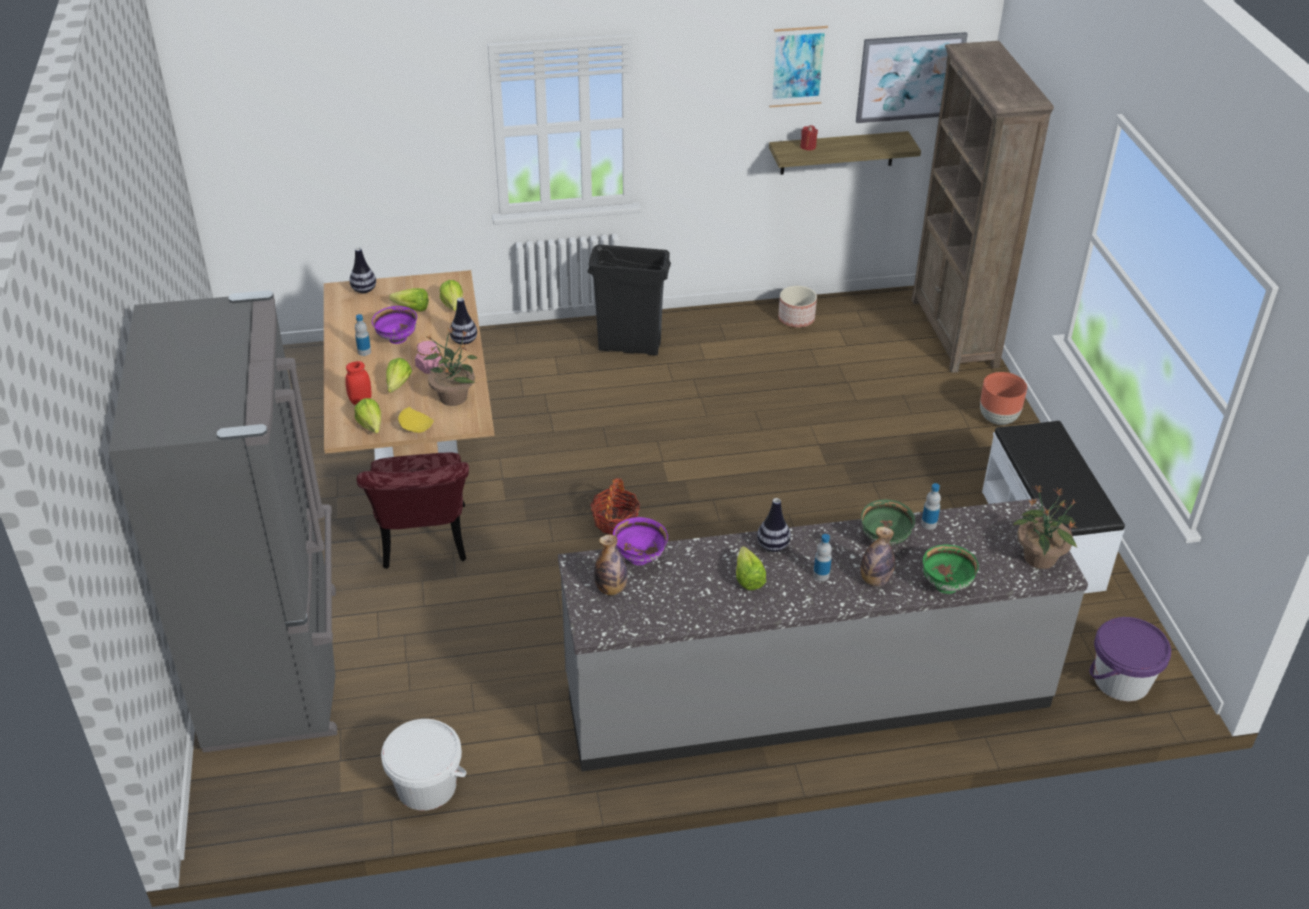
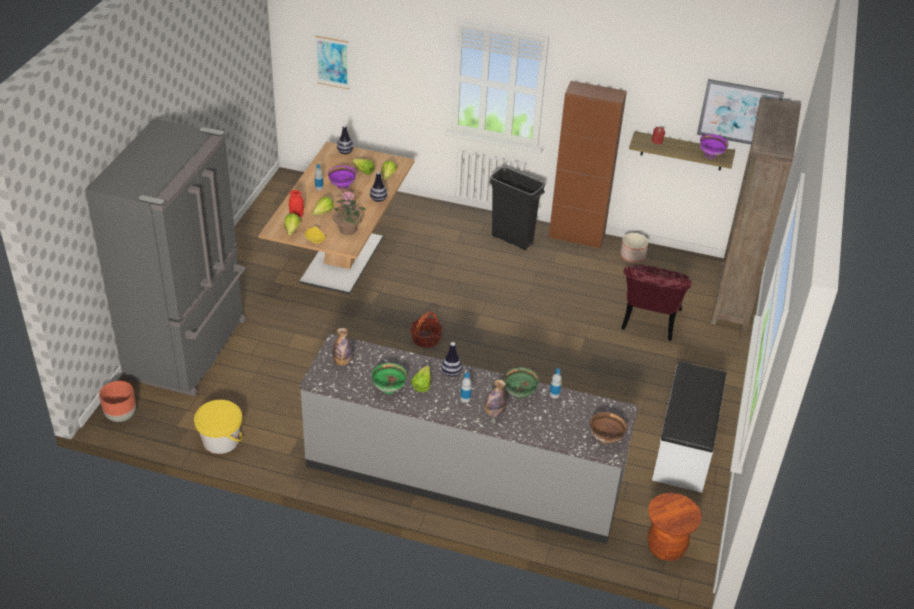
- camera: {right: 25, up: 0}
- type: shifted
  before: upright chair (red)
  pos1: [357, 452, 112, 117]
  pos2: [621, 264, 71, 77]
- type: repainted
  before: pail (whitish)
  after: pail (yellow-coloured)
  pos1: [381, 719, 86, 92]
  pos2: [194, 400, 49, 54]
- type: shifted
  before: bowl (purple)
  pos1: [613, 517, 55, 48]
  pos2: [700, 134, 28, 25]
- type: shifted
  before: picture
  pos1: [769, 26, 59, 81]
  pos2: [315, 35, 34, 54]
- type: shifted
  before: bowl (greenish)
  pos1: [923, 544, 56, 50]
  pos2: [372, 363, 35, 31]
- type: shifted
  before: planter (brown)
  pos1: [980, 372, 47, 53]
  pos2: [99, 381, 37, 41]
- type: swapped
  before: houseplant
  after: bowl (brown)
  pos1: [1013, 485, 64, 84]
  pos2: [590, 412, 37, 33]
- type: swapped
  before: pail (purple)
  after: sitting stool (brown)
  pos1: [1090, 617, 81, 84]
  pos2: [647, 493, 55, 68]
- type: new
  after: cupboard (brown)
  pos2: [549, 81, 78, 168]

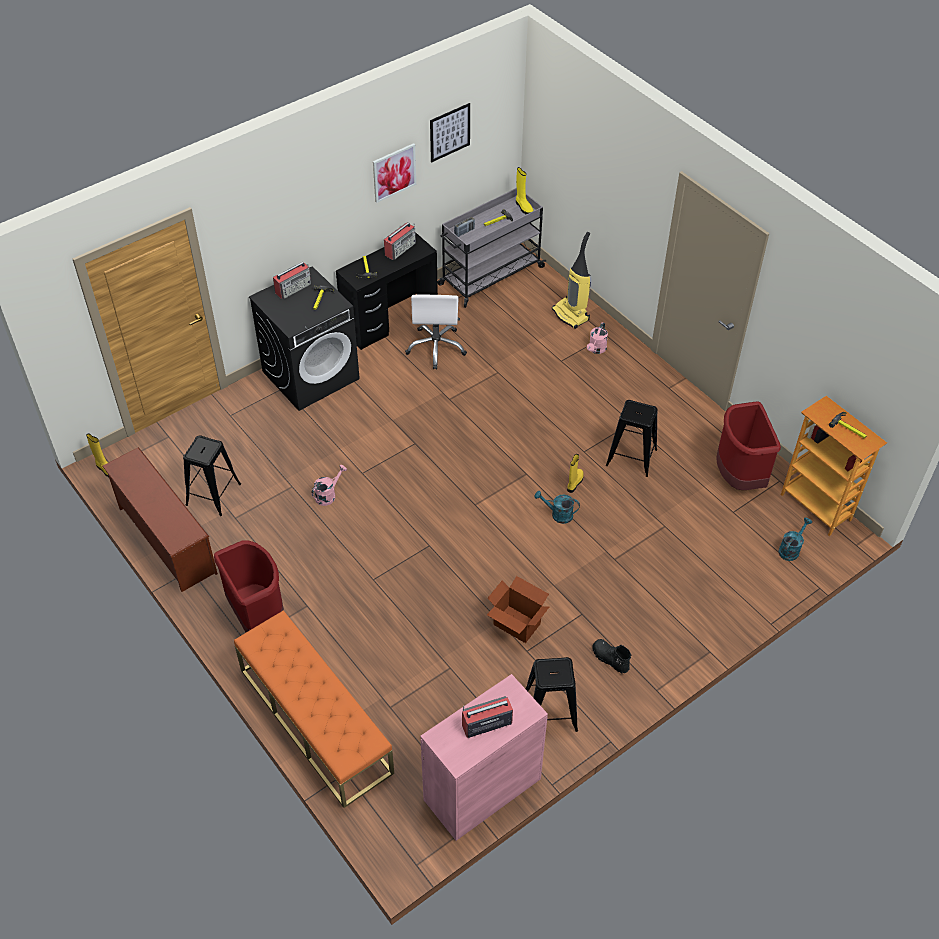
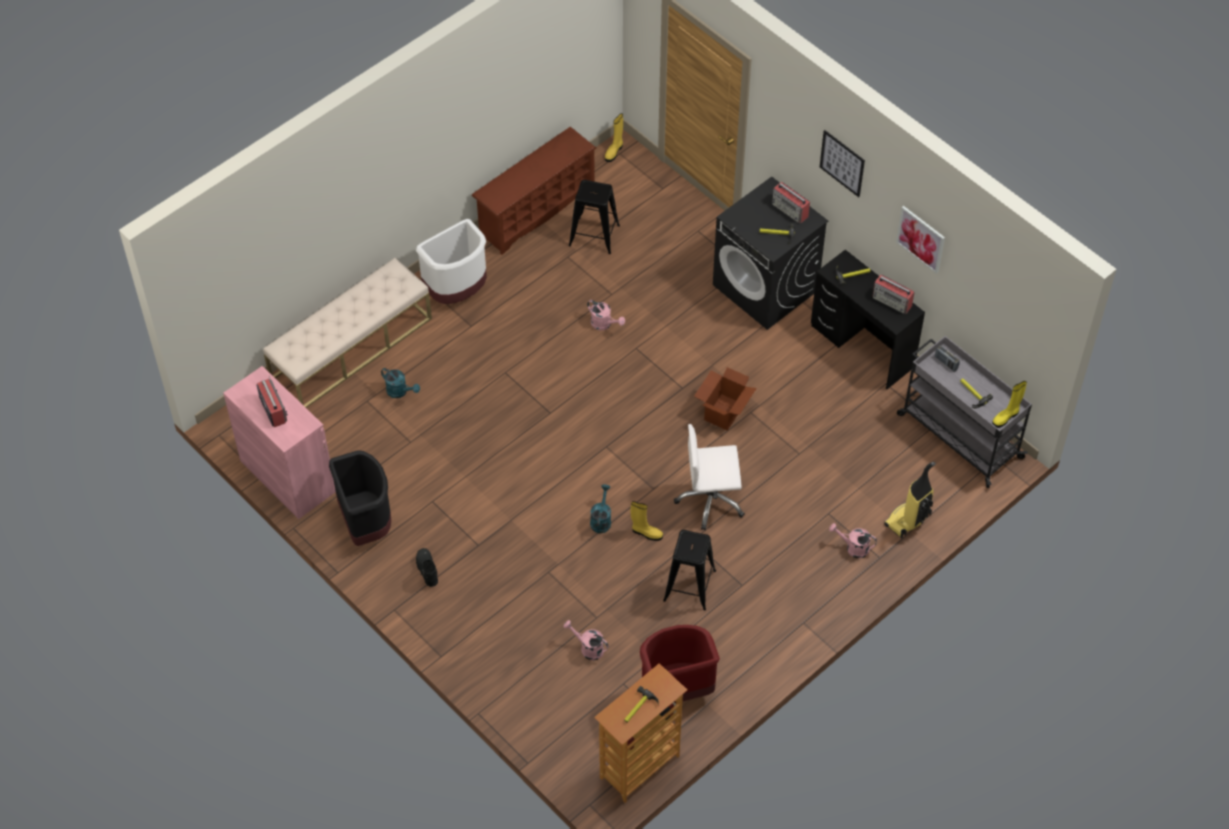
- camera: {right: 85, up: 5}
- type: repainted
  before: waste bin (red)
  after: waste bin (whitish)
  pos1: [214, 540, 70, 92]
  pos2: [416, 219, 71, 85]
- type: repainted
  before: bench (orangey)
  after: bench (beige-coloured)
  pos1: [234, 611, 160, 197]
  pos2: [263, 258, 169, 150]
- type: shifted
  before: office chair (whitish)
  pos1: [405, 295, 62, 74]
  pos2: [674, 424, 71, 106]
- type: shifted
  before: picture
  pos1: [430, 103, 40, 59]
  pos2: [820, 130, 45, 67]
- type: shifted
  before: packing box
  pos1: [487, 576, 62, 67]
  pos2: [694, 367, 63, 64]
- type: swapped
  before: sitting stool (black)
  after: waste bin (black)
  pos1: [526, 657, 52, 75]
  pos2: [329, 450, 62, 96]
- type: rotated
  before: tall boot (black)
  pos1: [593, 639, 39, 34]
  pos2: [416, 548, 22, 39]
  turn: -60
- type: shifted
  before: watering can (turquoise)
  pos1: [778, 518, 34, 43]
  pos2: [381, 368, 39, 30]
- type: new
  after: watering can (pink)
  pos2: [563, 620, 46, 40]

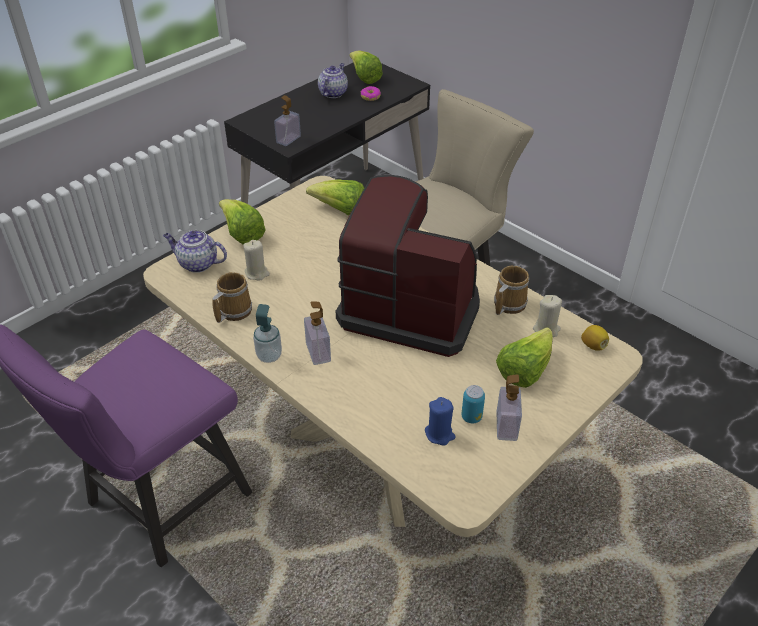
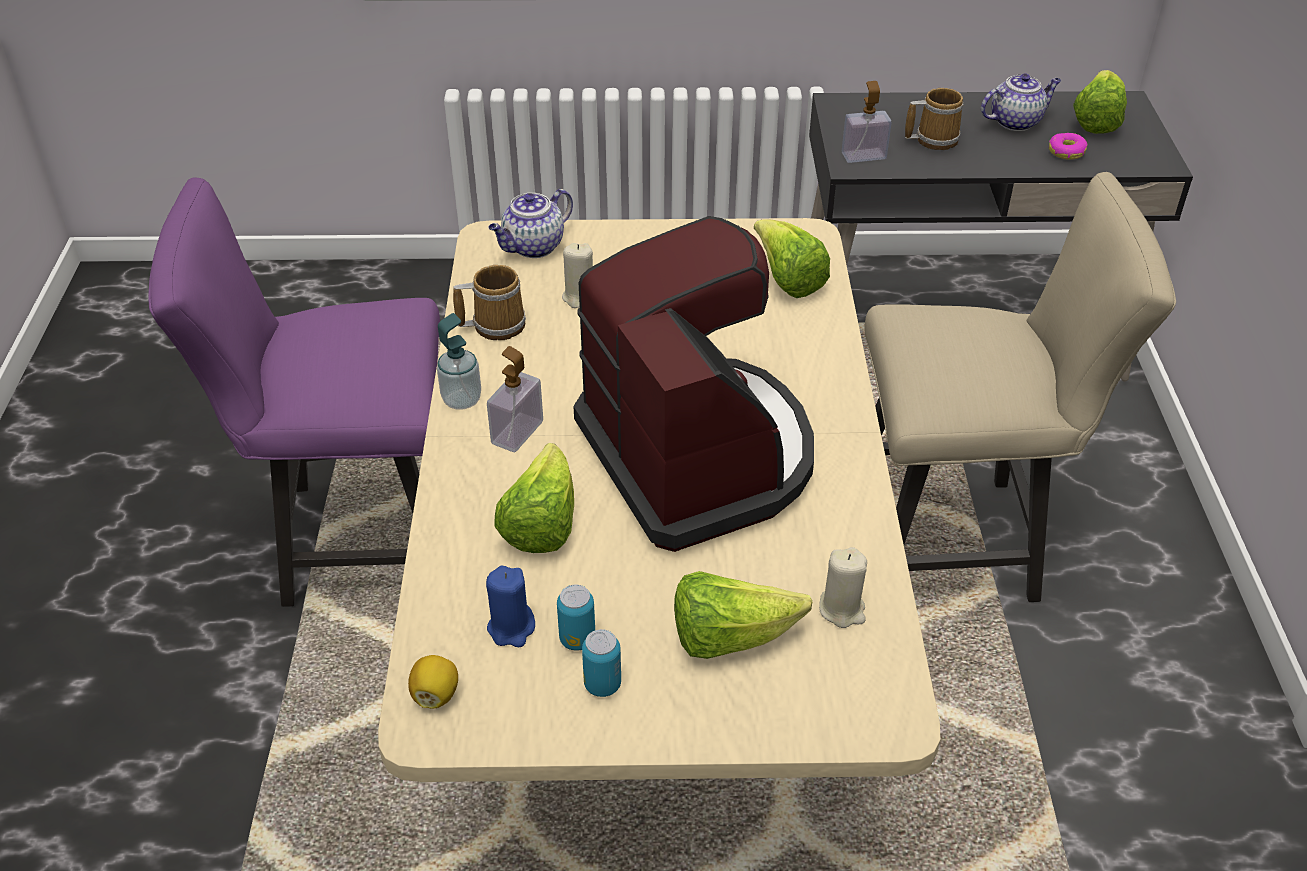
- camera: {right: 45, up: 0}
- type: rotated
  before: tea pot
  pos1: [163, 230, 64, 43]
  pos2: [488, 189, 85, 69]
  turn: -105
- type: shifted
  before: head of lettuce
  pos1: [219, 199, 47, 46]
  pos2: [494, 443, 80, 110]
- type: shifted
  before: tea mug
  pos1: [494, 266, 35, 49]
  pos2: [905, 88, 59, 62]
- type: swapped
  before: liquid soap bottle
  after: sealed can
  pos1: [497, 374, 25, 67]
  pos2: [582, 629, 39, 68]
- type: shifted
  before: lemon
  pos1: [581, 325, 28, 26]
  pos2: [408, 655, 50, 54]

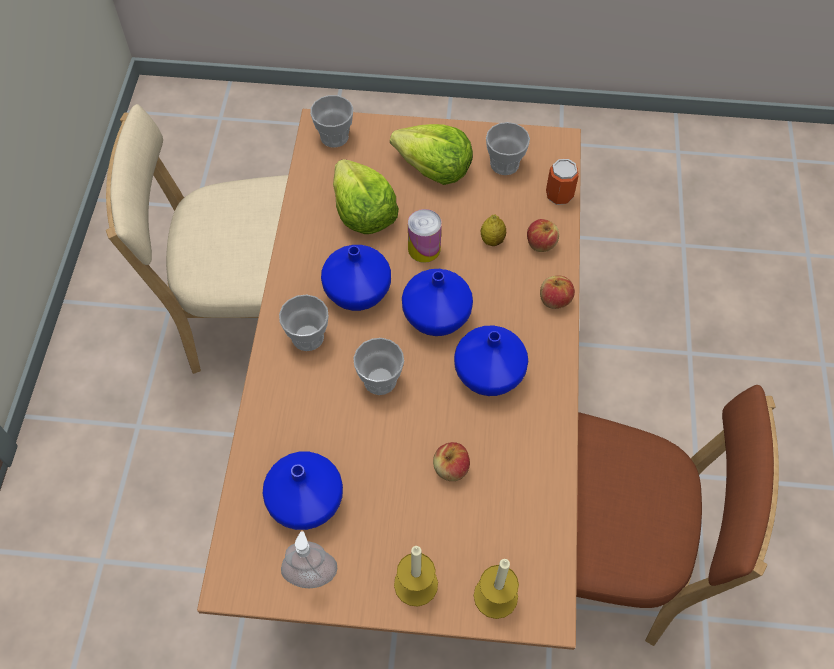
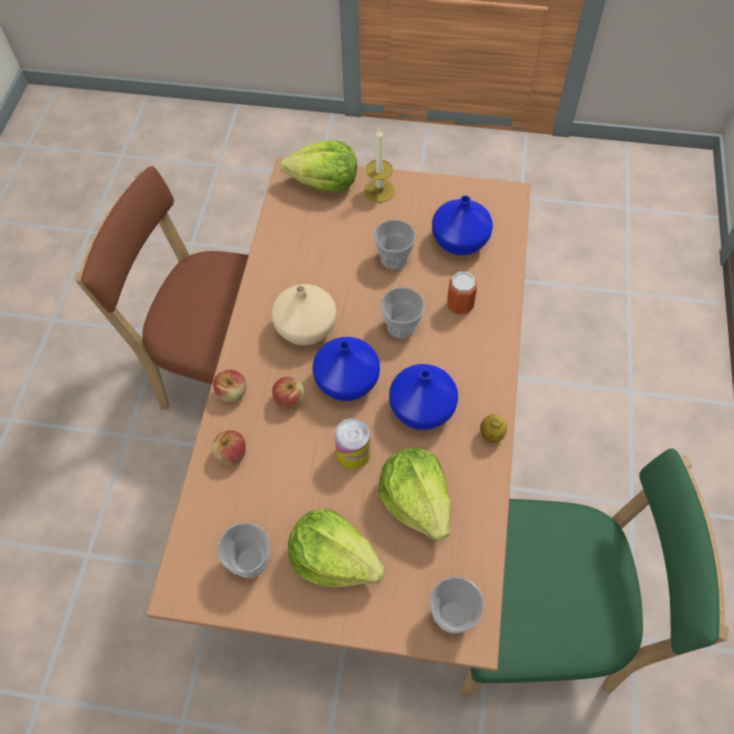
- camera: {right: -175, up: 0}
- type: repainted
  before: upright chair (beige-coloured)
  after: upright chair (greenish)
  pos1: [106, 104, 182, 270]
  pos2: [460, 448, 269, 249]
- type: shifted
  before: cup
  pos1: [279, 295, 50, 56]
  pos2: [374, 220, 42, 50]
- type: gone
  before: liquid soap bottle
  pos1: [281, 532, 56, 56]
- type: shifted
  before: apple
  pos1: [433, 442, 37, 39]
  pos2: [272, 377, 32, 32]
- type: repainted
  before: decorative vase (blue-coloured)
  after: decorative vase (beige-coloured)
  pos1: [454, 326, 74, 70]
  pos2: [271, 284, 65, 61]
- type: swapped
  before: wax light
  after: head of lettuce
  pos1: [474, 559, 45, 60]
  pos2: [280, 140, 77, 53]
- type: shifted
  before: lemon
  pos1: [481, 214, 25, 32]
  pos2: [480, 414, 27, 29]
- type: shifted
  before: sealed can
  pos1: [546, 159, 33, 46]
  pos2: [447, 272, 30, 43]

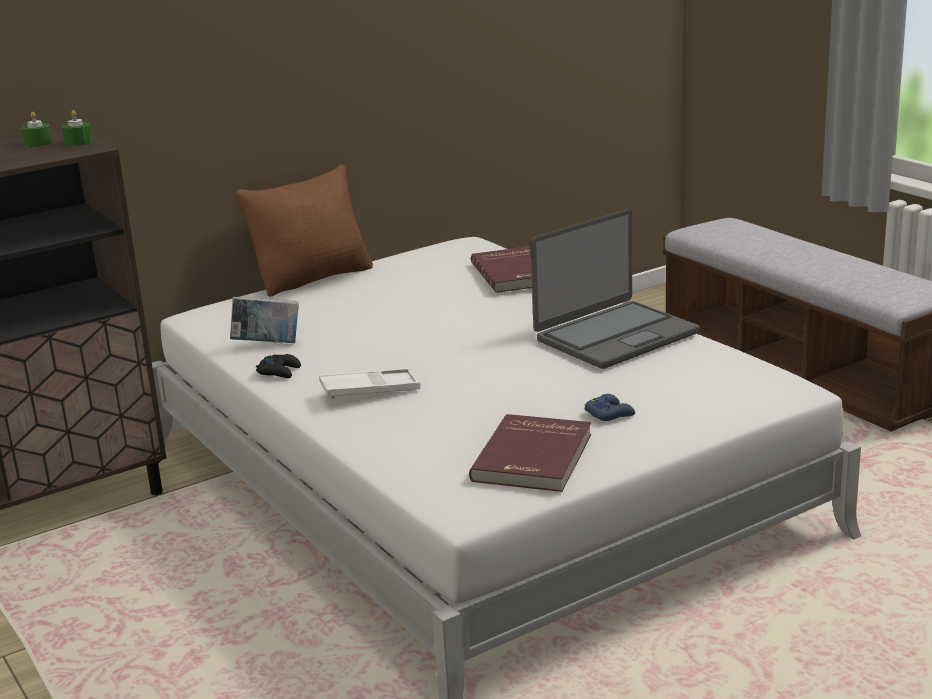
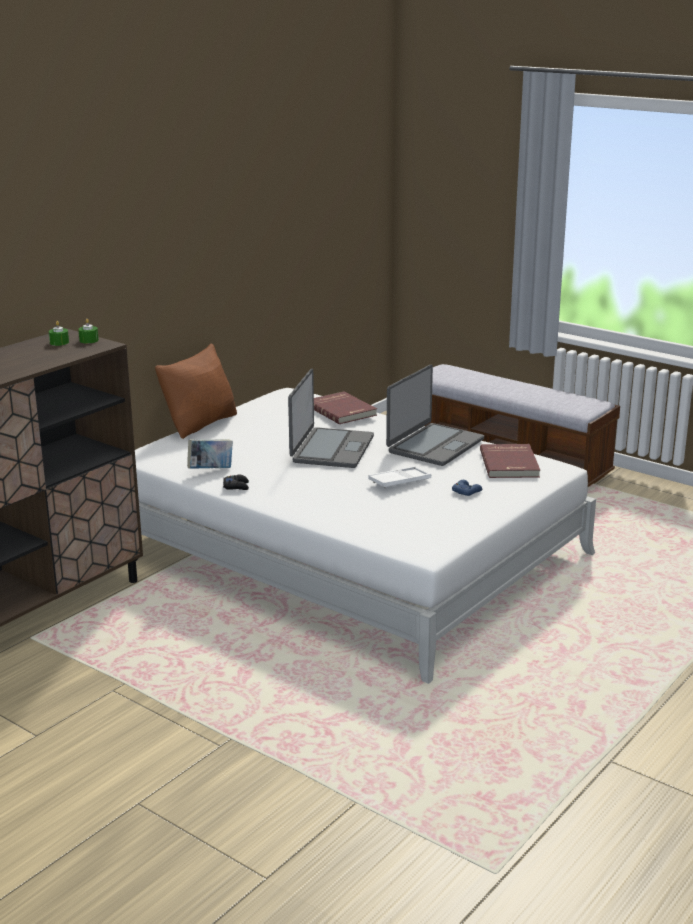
- camera: {right: -20, up: 0}
- type: shifted
  before: serving tray (whitish)
  pos1: [319, 368, 101, 31]
  pos2: [369, 466, 62, 23]
- type: shifted
  before: volume (red)
  pos1: [469, 414, 122, 78]
  pos2: [480, 444, 60, 34]
- type: new
  after: notebook computer
  pos2: [288, 369, 86, 99]

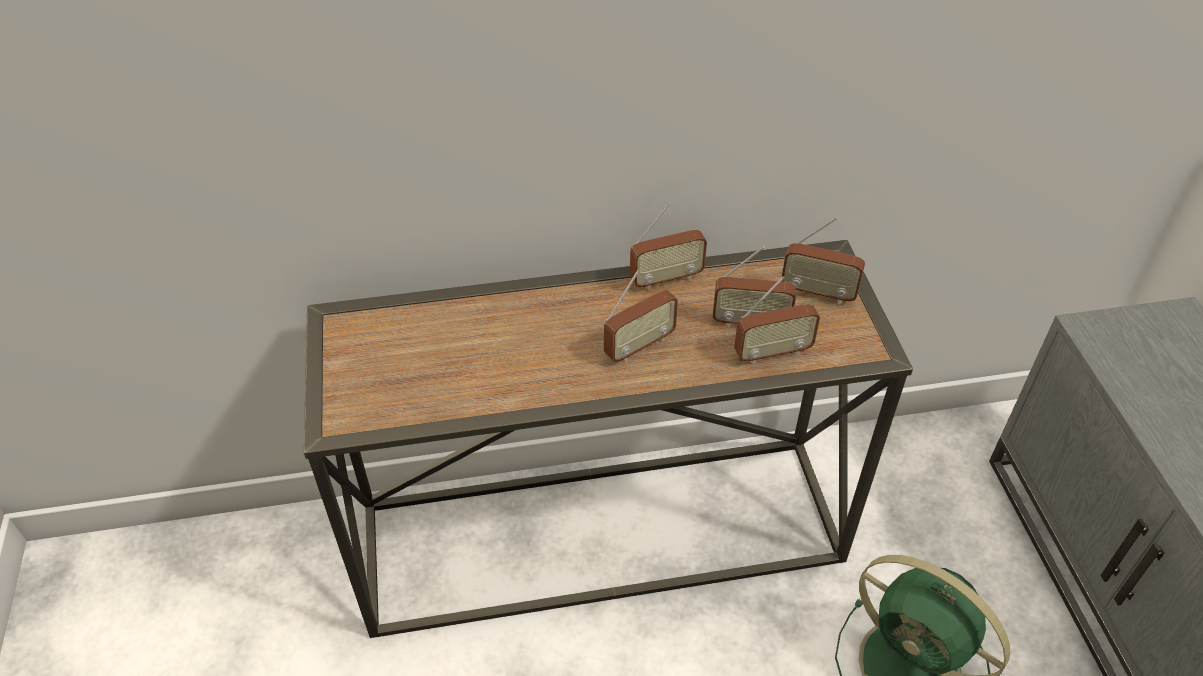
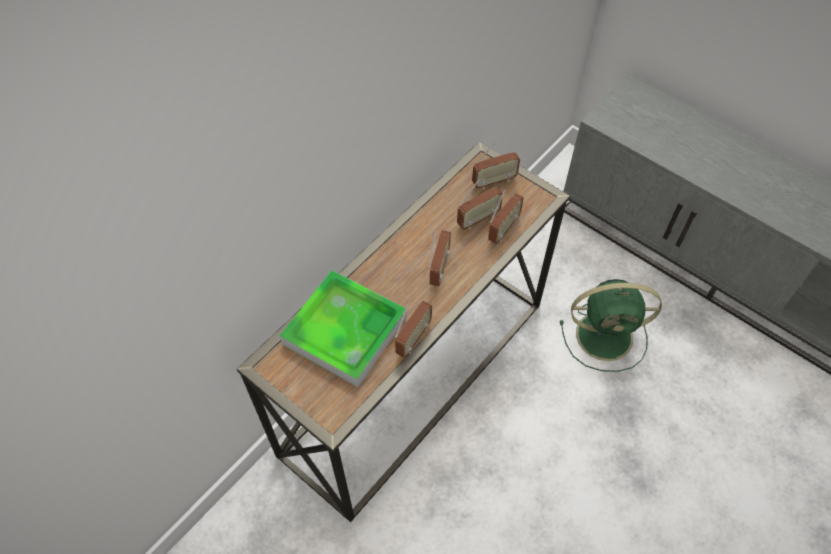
- camera: {right: -40, up: 10}
- type: shifted
  before: radio
  pos1: [630, 203, 77, 87]
  pos2: [395, 301, 37, 57]
- type: new
  after: serving tray
  pos2: [280, 270, 127, 117]

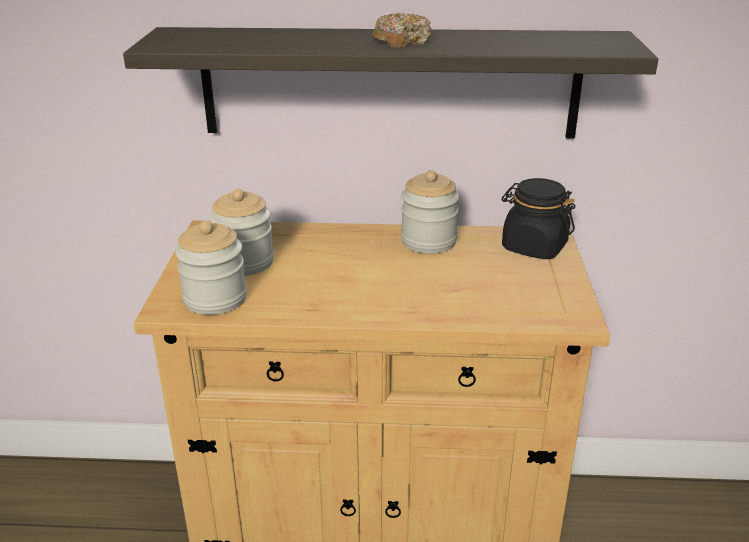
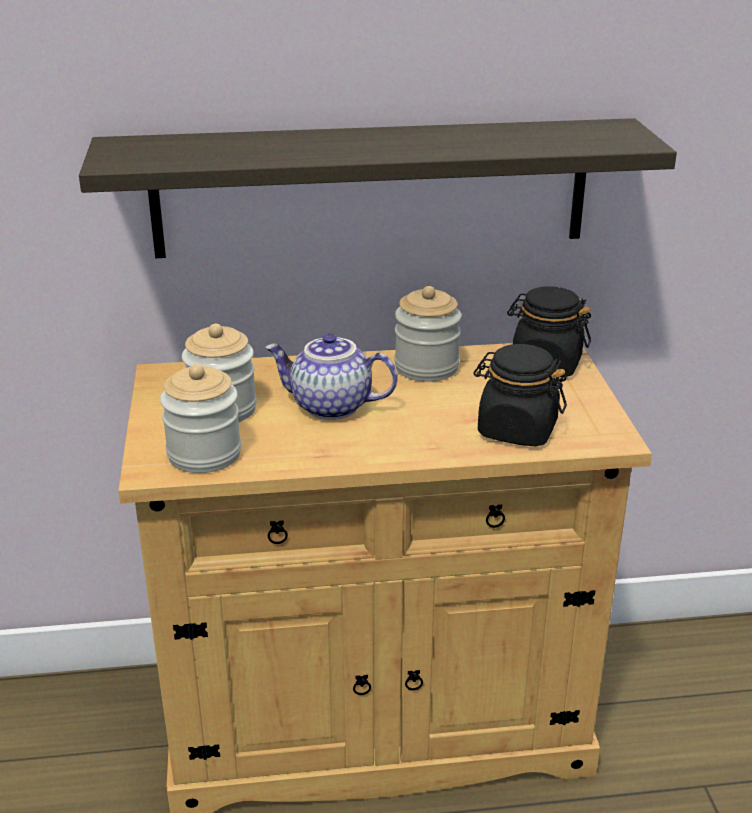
- camera: {right: -10, up: 0}
- type: gone
  before: ring doughnut
  pos1: [373, 13, 59, 35]
- type: new
  after: tea pot
  pos2: [265, 333, 133, 87]
- type: new
  after: storage jar (black)
  pos2: [473, 344, 94, 103]

